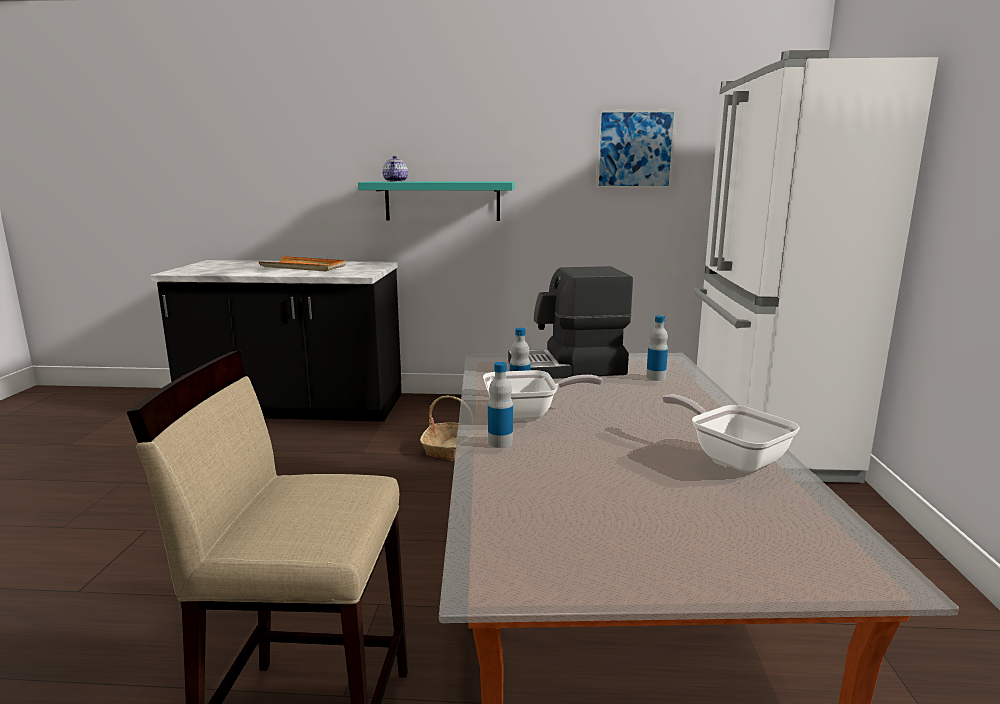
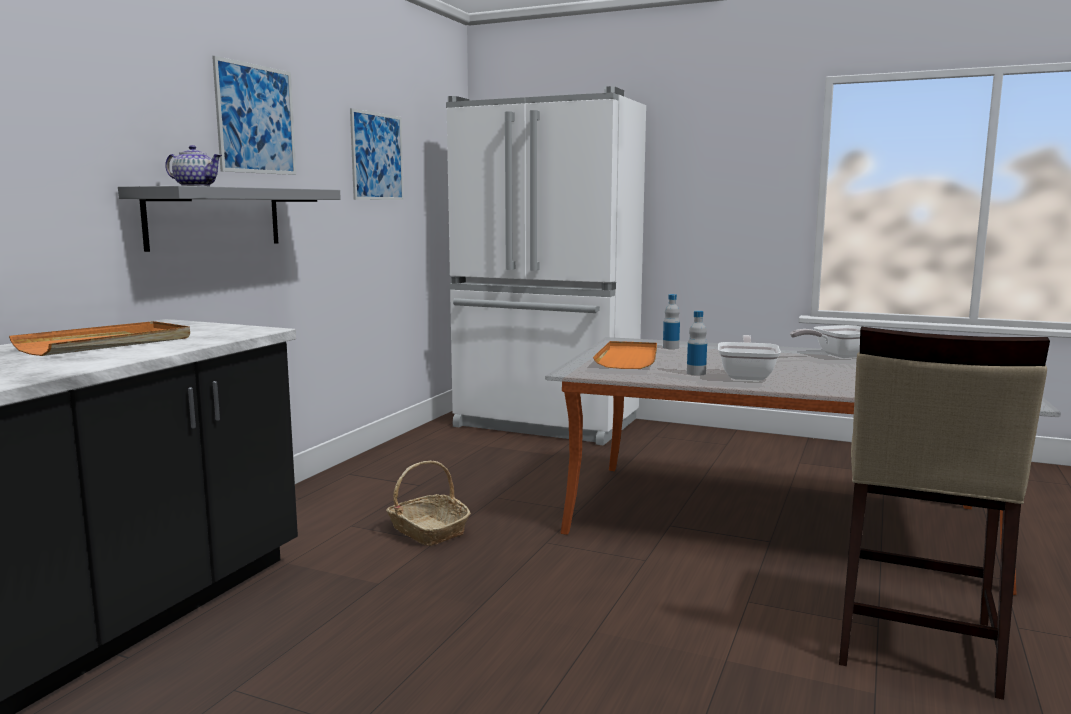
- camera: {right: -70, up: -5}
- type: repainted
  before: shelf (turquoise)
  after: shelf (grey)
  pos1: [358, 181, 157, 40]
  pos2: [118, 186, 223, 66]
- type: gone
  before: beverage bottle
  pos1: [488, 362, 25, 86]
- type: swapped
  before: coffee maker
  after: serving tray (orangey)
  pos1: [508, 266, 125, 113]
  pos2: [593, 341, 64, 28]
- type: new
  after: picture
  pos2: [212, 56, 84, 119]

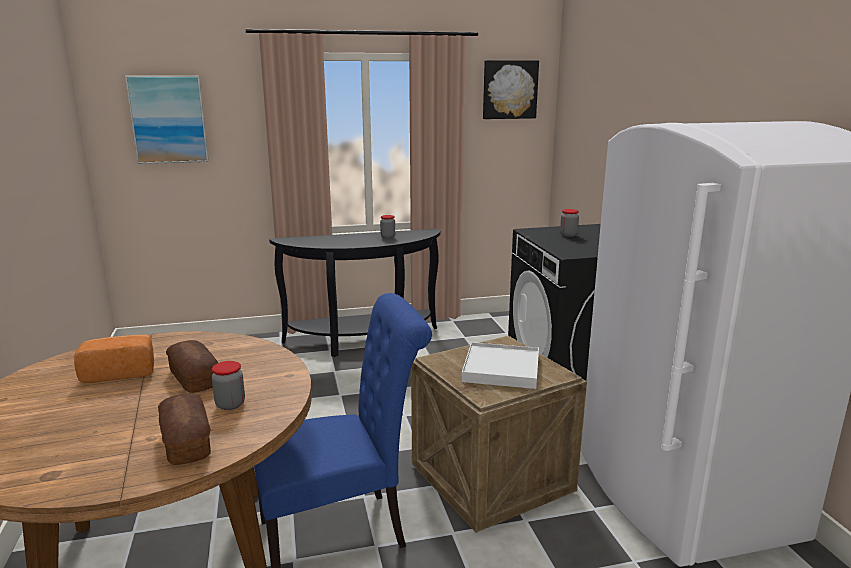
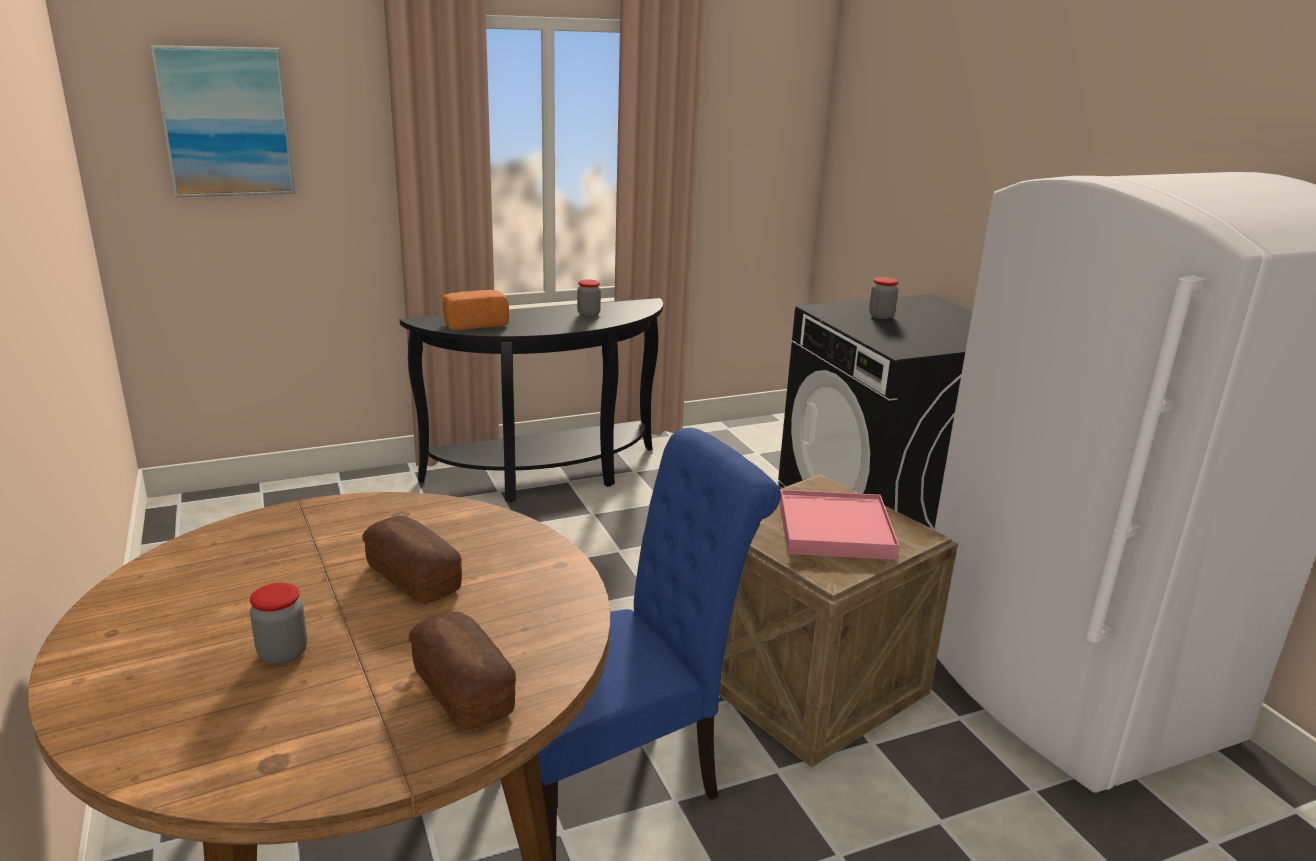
- camera: {right: -10, up: 5}
- type: shifted
  before: baked bread
  pos1: [74, 334, 80, 49]
  pos2: [443, 290, 66, 40]
- type: shifted
  before: storage jar
  pos1: [212, 361, 33, 49]
  pos2: [250, 583, 57, 81]
- type: repainted
  before: serving tray (whitish)
  after: serving tray (pink)
  pos1: [462, 342, 77, 47]
  pos2: [780, 490, 119, 70]
- type: gone
  before: picture
  pos1: [483, 60, 56, 59]

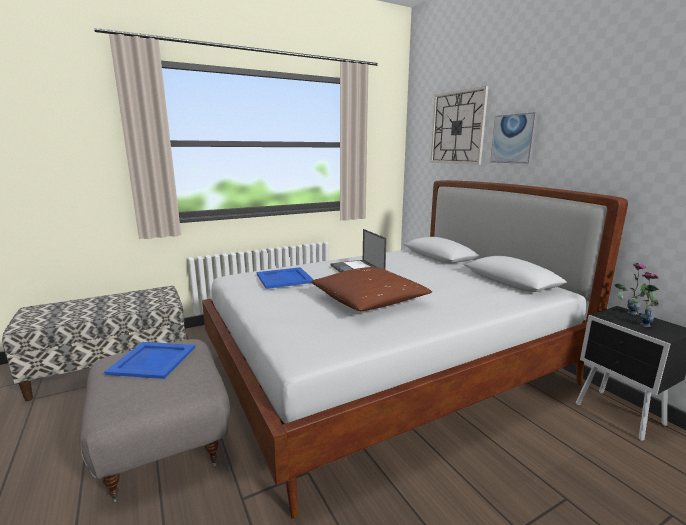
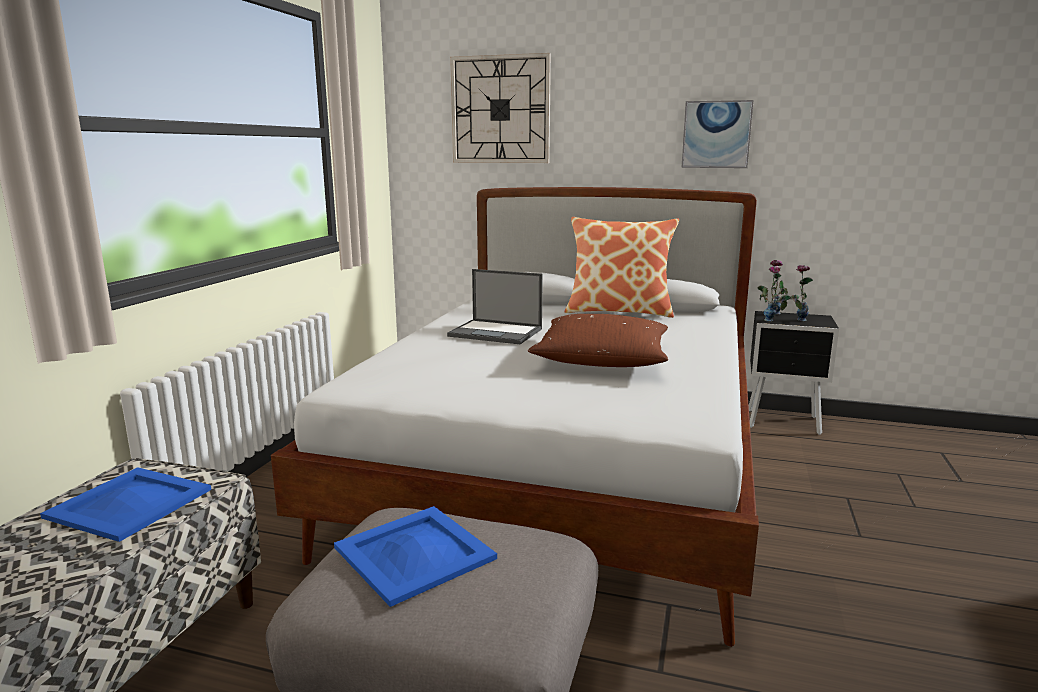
- camera: {right: -45, up: 0}
- type: shifted
  before: serving tray (blue-coloured)
  pos1: [257, 267, 56, 22]
  pos2: [40, 467, 171, 75]
- type: shifted
  before: picture
  pos1: [490, 112, 48, 52]
  pos2: [681, 100, 72, 68]
- type: new
  after: pillow
  pos2: [565, 217, 114, 101]
- type: new
  after: decorative vase
  pos2: [759, 266, 32, 55]

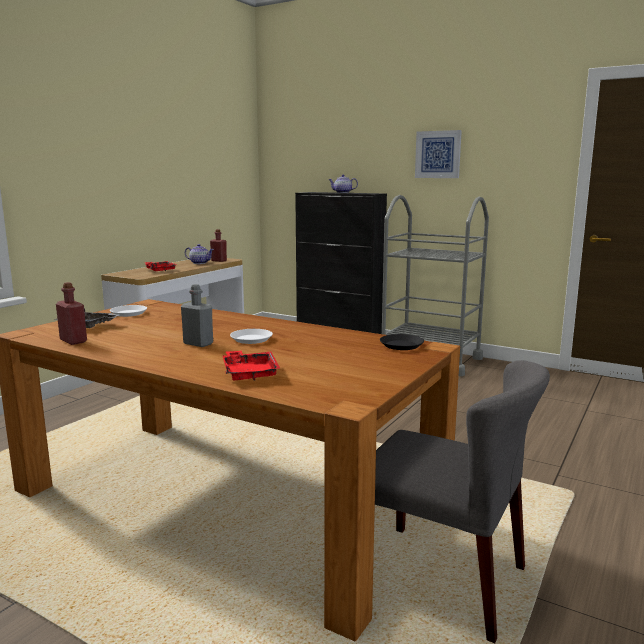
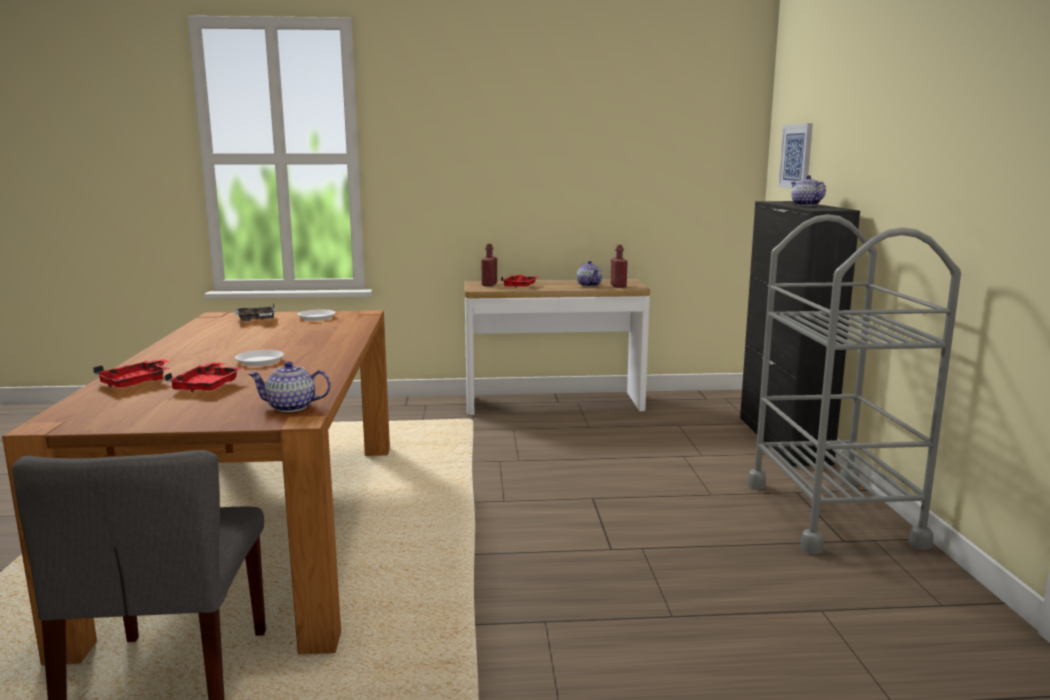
- camera: {right: 55, up: 0}
- type: shifted
  before: beverage bottle (red)
  pos1: [56, 282, 31, 63]
  pos2: [481, 244, 16, 42]
- type: gone
  before: beverage bottle (grey)
  pos1: [181, 284, 32, 63]
- type: swapped
  before: plate (black)
  after: tea pot
  pos1: [380, 334, 44, 16]
  pos2: [248, 361, 83, 51]
- type: shifted
  before: picture
  pos1: [415, 130, 47, 48]
  pos2: [778, 123, 35, 66]
- type: new
  after: serving tray (red)
  pos2: [165, 362, 77, 30]

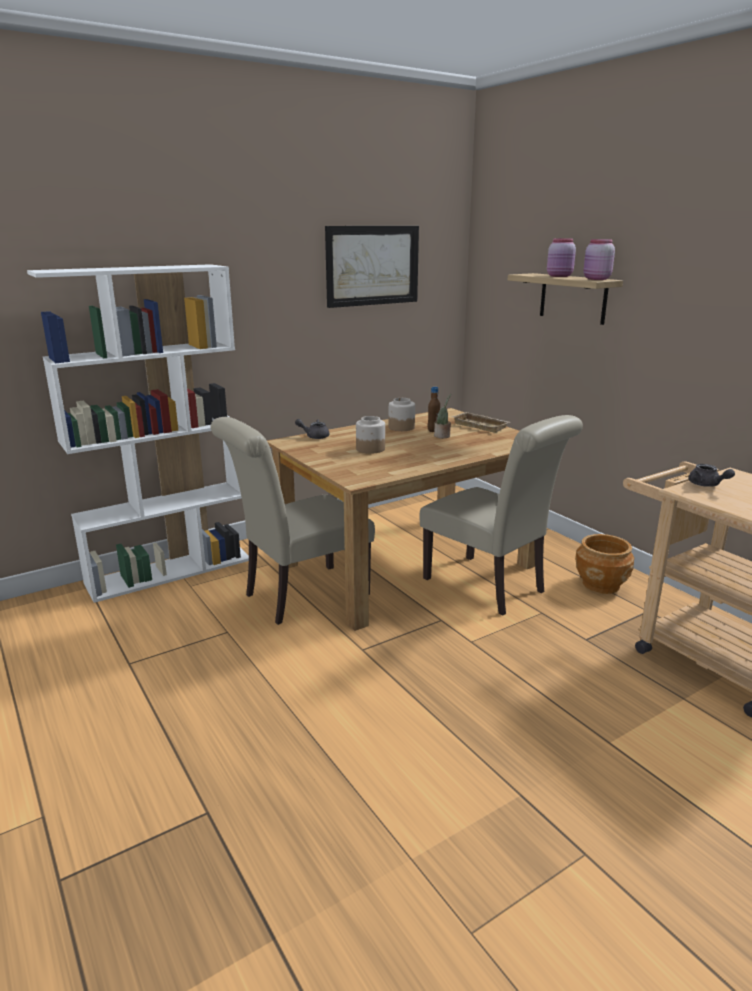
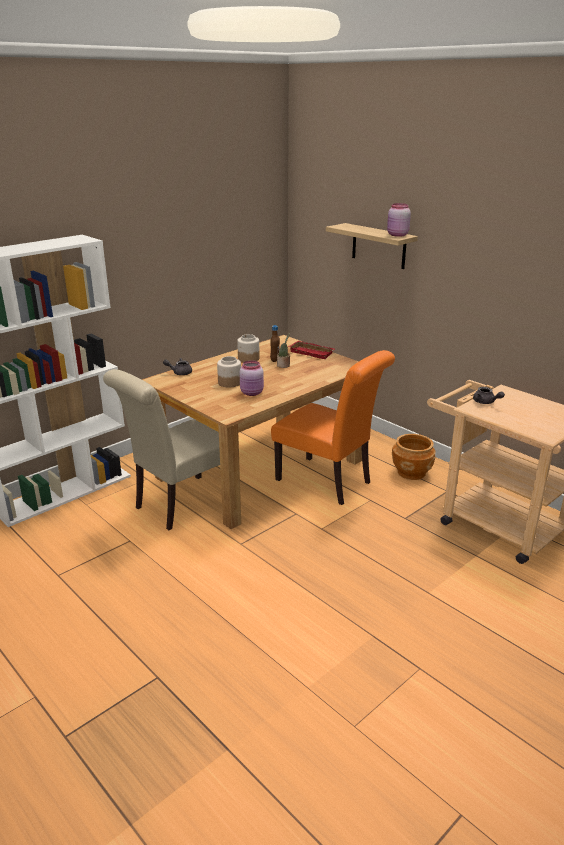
- camera: {right: -10, up: 5}
- type: gone
  before: picture
  pos1: [325, 226, 94, 82]
- type: repainted
  before: upright chair (beige-coloured)
  after: upright chair (orangey)
  pos1: [420, 415, 163, 200]
  pos2: [271, 350, 124, 155]
- type: repainted
  before: serving tray (beige-coloured)
  after: serving tray (red)
  pos1: [452, 412, 58, 21]
  pos2: [289, 341, 46, 18]
- type: shifted
  before: storage jar (pink)
  pos1: [547, 238, 29, 39]
  pos2: [239, 360, 25, 36]

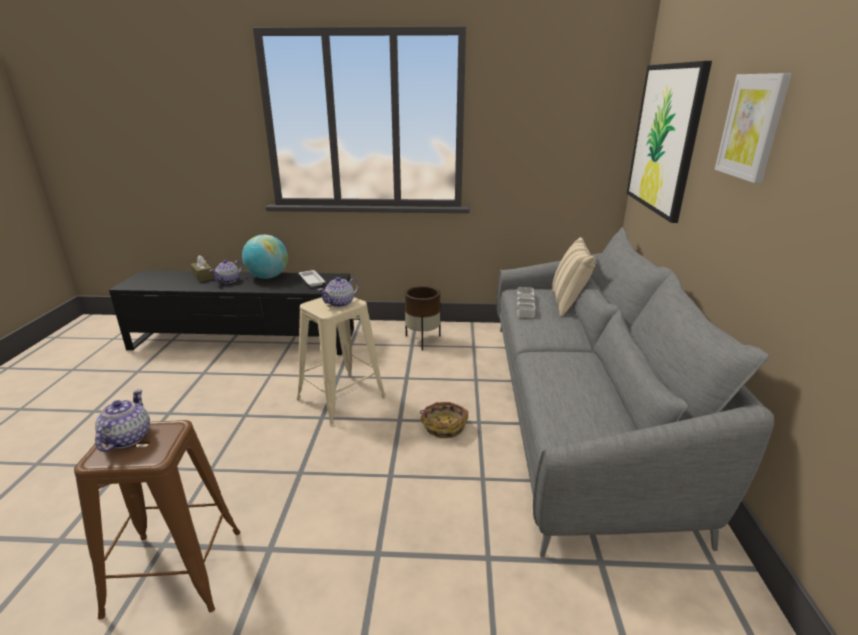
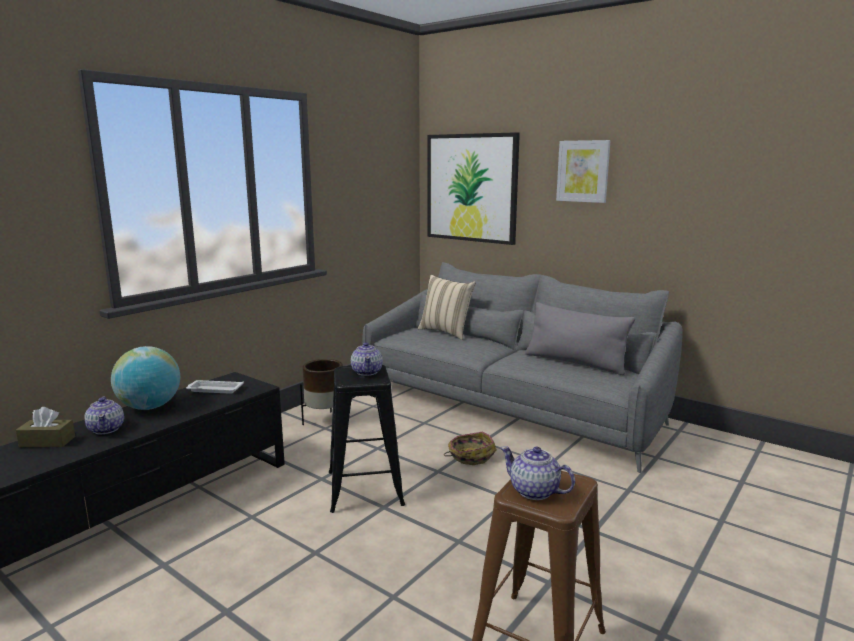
- camera: {right: -55, up: -10}
- type: repainted
  before: sitting stool (beige-coloured)
  after: sitting stool (black)
  pos1: [296, 297, 90, 128]
  pos2: [329, 365, 76, 148]
- type: gone
  before: serving tray (grey)
  pos1: [517, 287, 18, 31]
- type: new
  after: pillow (grey)
  pos2: [525, 302, 110, 73]

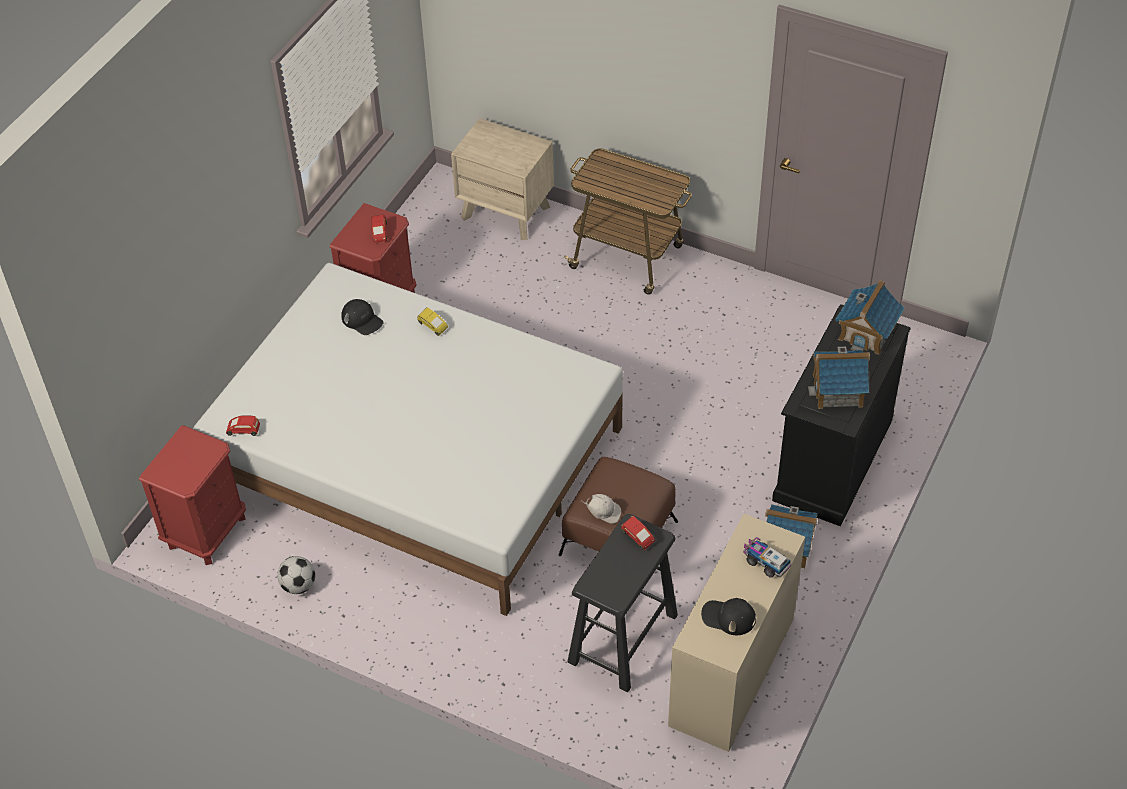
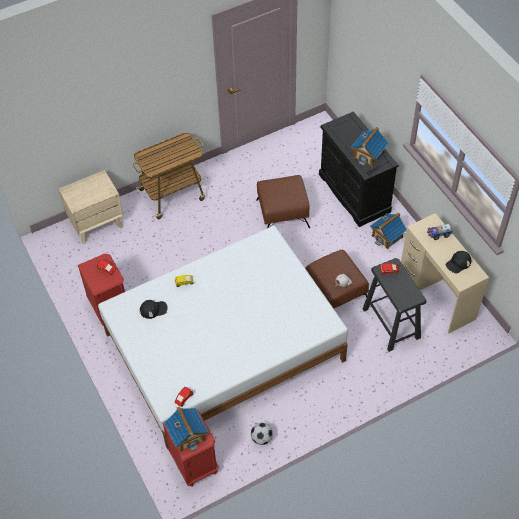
- camera: {right: -55, up: 5}
- type: shifted
  before: model house
  pos1: [835, 280, 70, 75]
  pos2: [164, 406, 44, 46]
- type: new
  after: footrest (brown)
  pos2: [256, 175, 54, 53]

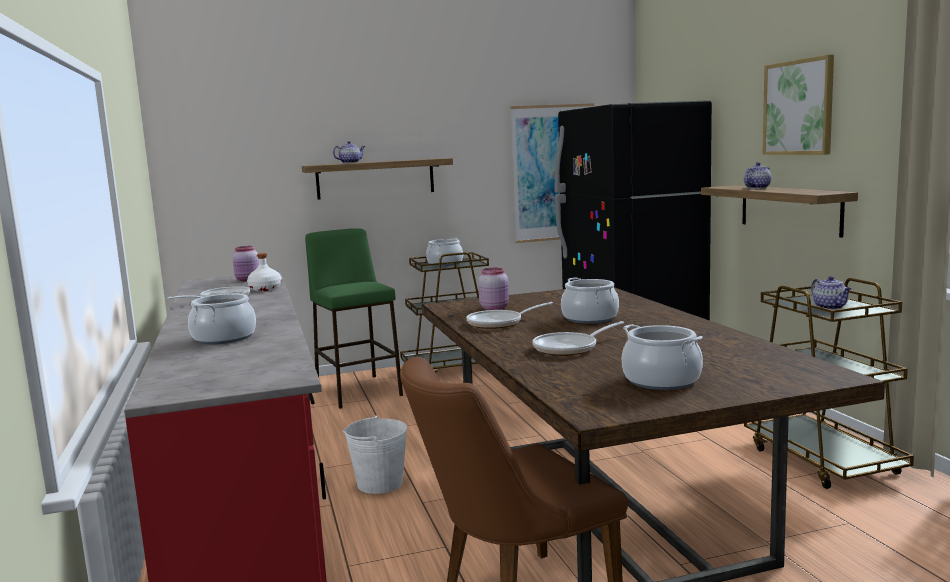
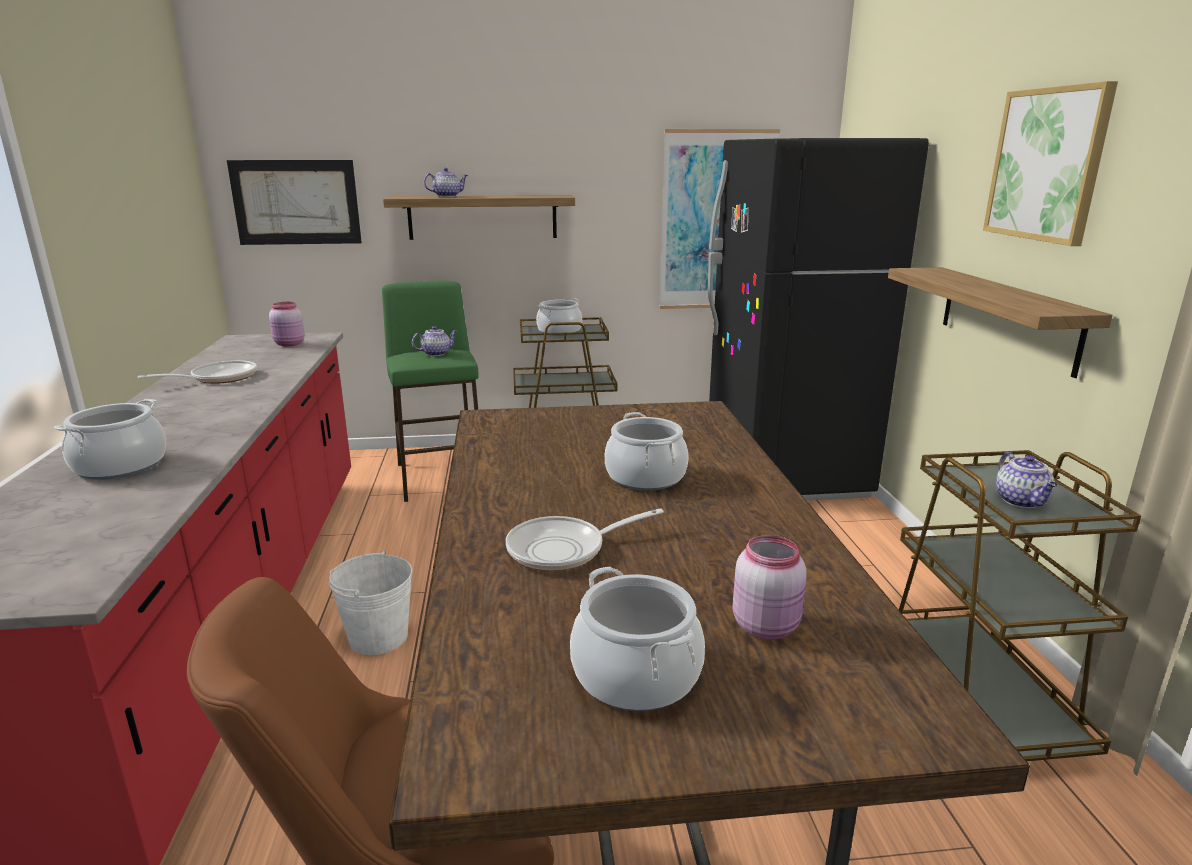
- camera: {right: 10, up: 10}
- type: gone
  before: beverage bottle (whitish)
  pos1: [247, 253, 35, 38]
- type: gone
  before: skillet
  pos1: [466, 302, 87, 27]
- type: shifted
  before: storage jar (pink)
  pos1: [478, 268, 31, 42]
  pos2: [733, 535, 74, 105]
- type: shifted
  before: tea pot
  pos1: [744, 162, 28, 27]
  pos2: [412, 326, 45, 30]
- type: new
  after: picture
  pos2: [227, 160, 135, 85]

